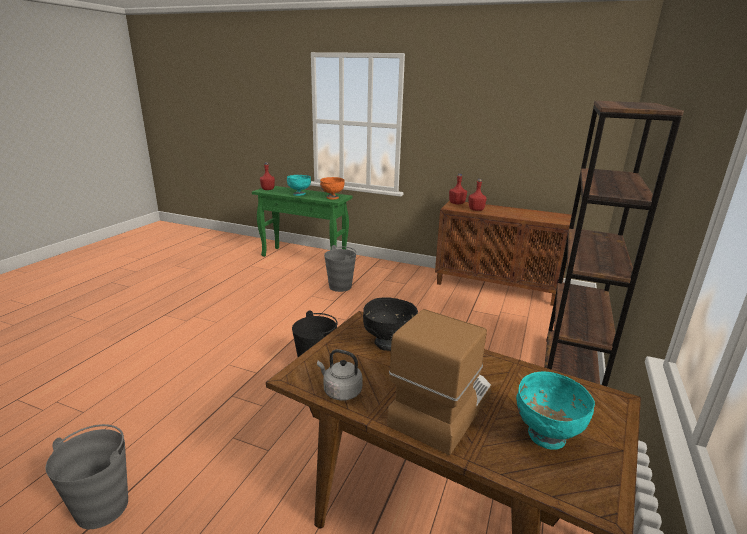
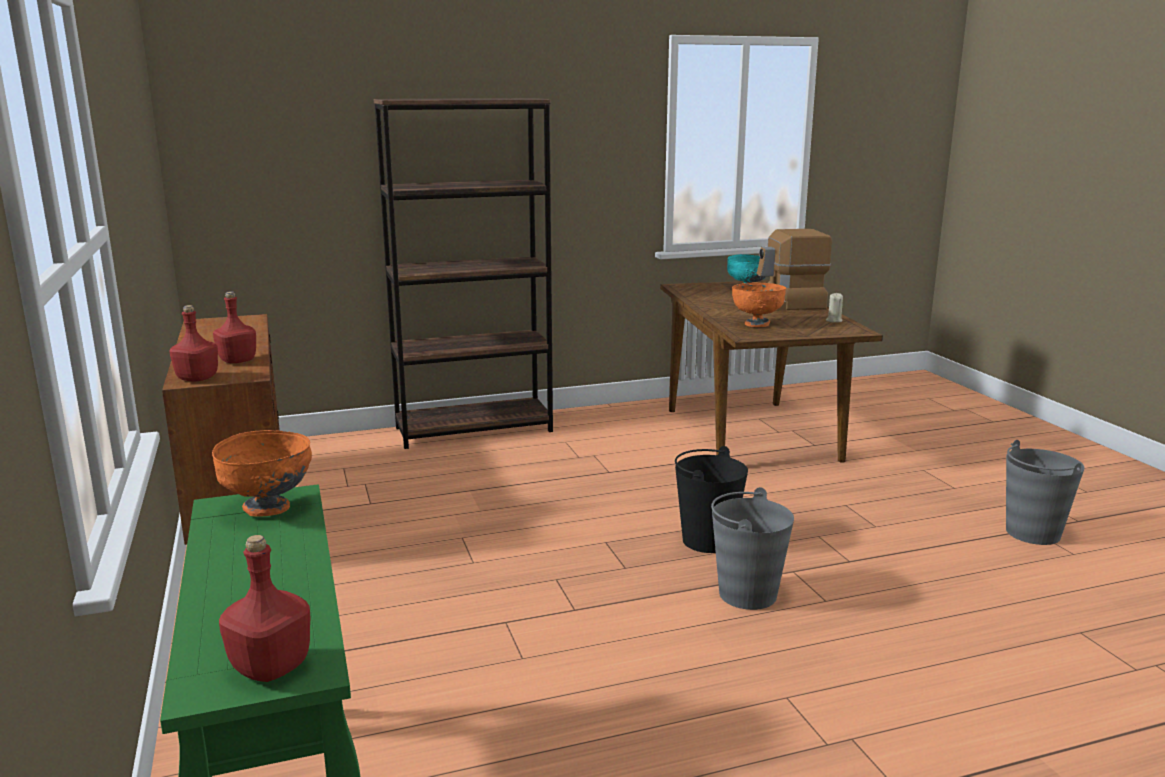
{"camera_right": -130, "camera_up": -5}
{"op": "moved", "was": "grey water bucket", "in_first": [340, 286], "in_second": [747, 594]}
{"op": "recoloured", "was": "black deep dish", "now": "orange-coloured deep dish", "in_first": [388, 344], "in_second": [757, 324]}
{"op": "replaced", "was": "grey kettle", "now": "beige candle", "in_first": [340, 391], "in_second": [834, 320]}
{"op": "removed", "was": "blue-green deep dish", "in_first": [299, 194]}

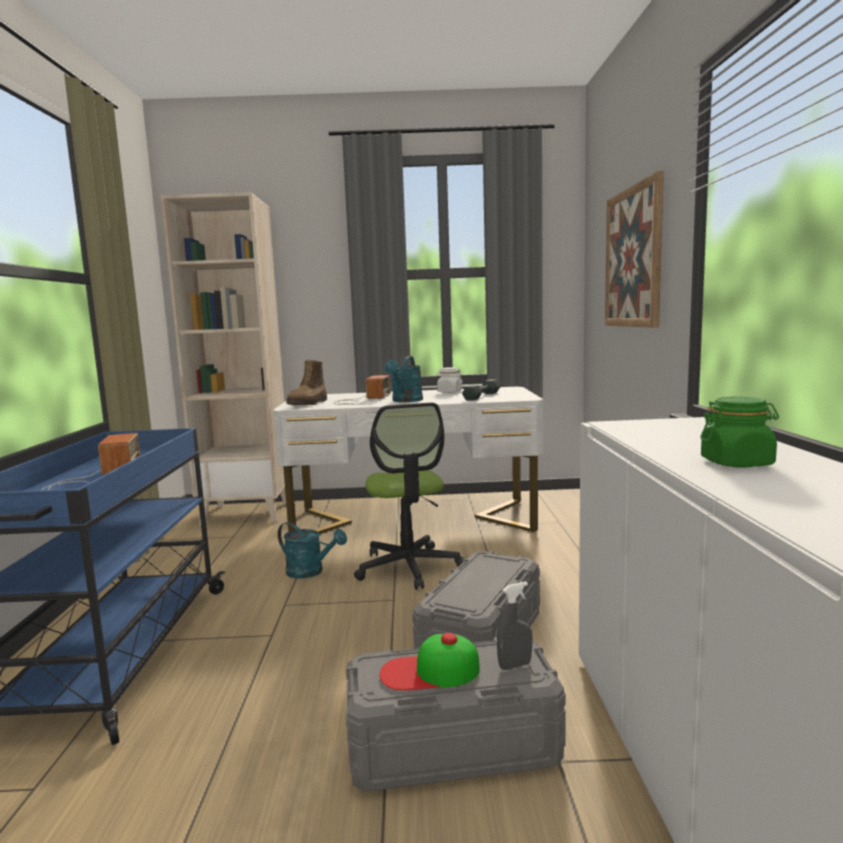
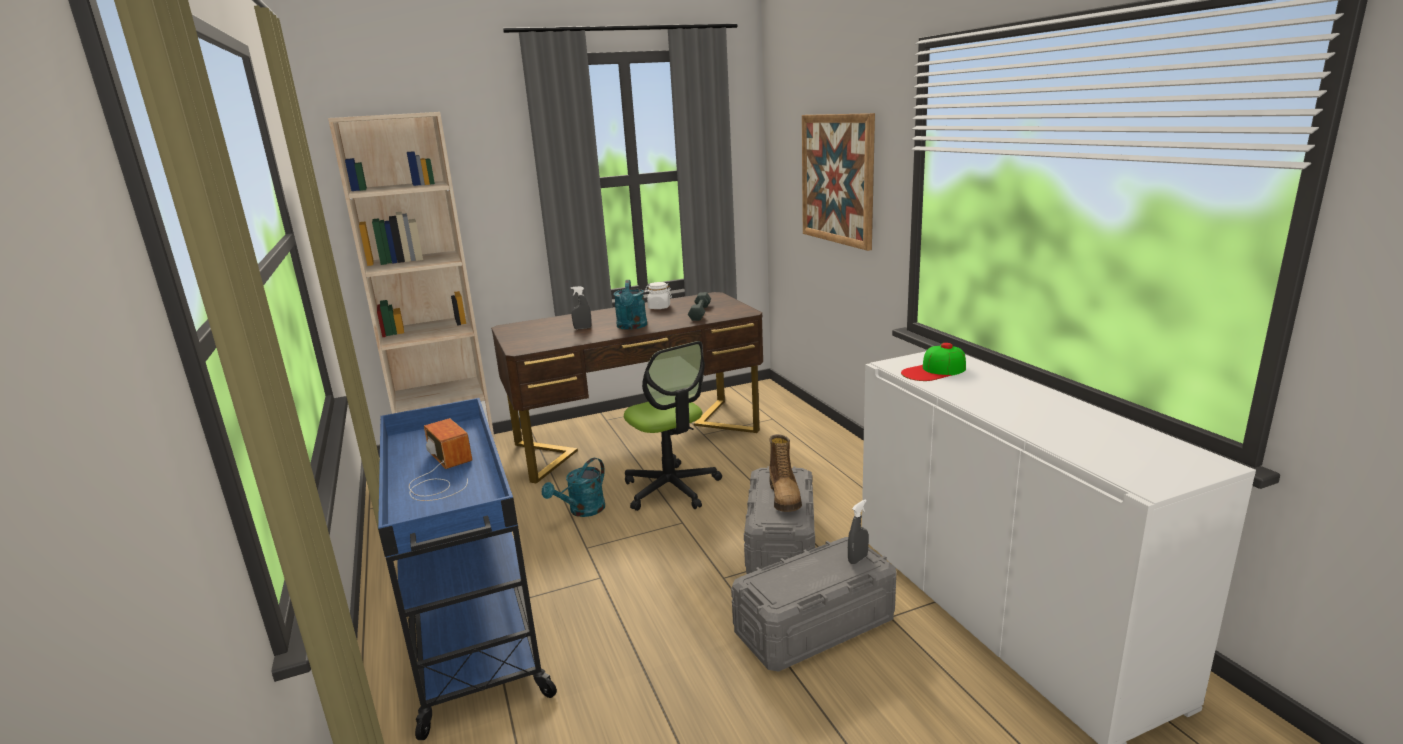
{"camera_right": -20, "camera_up": 10}
{"op": "recoloured", "was": "whitish desk", "now": "brownish desk", "in_first": [413, 520], "in_second": [637, 438]}
{"op": "turned", "was": "blue-green watering pot", "in_first": [310, 572], "in_second": [582, 511], "clockwise": 120}
{"op": "replaced", "was": "radio", "now": "grey spray bottle", "in_first": [362, 399], "in_second": [582, 328]}
{"op": "moved", "was": "boot", "in_first": [309, 404], "in_second": [785, 496]}
{"op": "moved", "was": "cap", "in_first": [429, 672], "in_second": [934, 371]}
{"op": "removed", "was": "green-coloured storage jar", "in_first": [737, 463]}

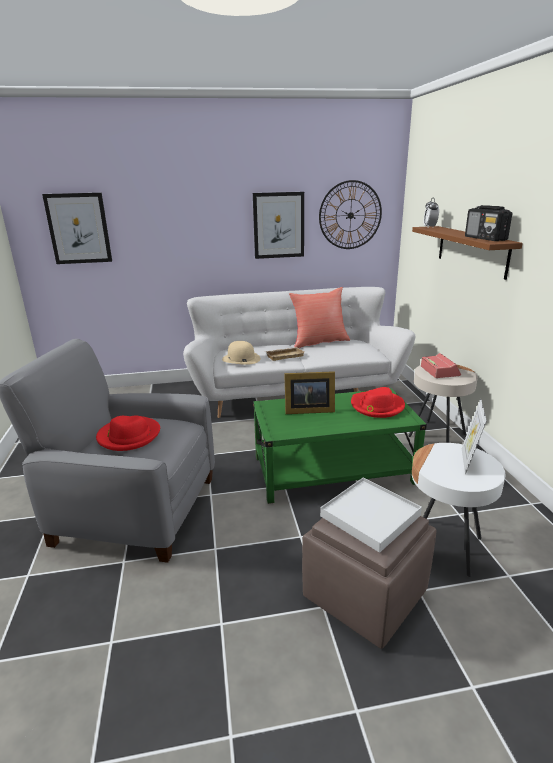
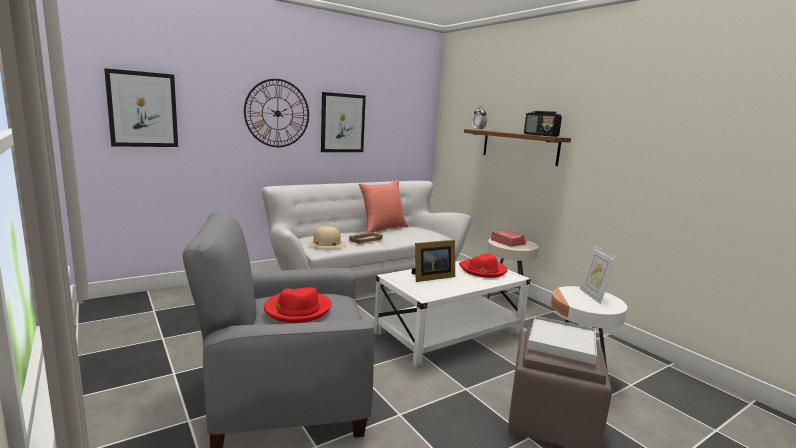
{"camera_right": -25, "camera_up": -10}
{"op": "moved", "was": "wall clock", "in_first": [350, 215], "in_second": [277, 113]}
{"op": "recoloured", "was": "green-coloured low table", "now": "whitish low table", "in_first": [333, 470], "in_second": [449, 334]}

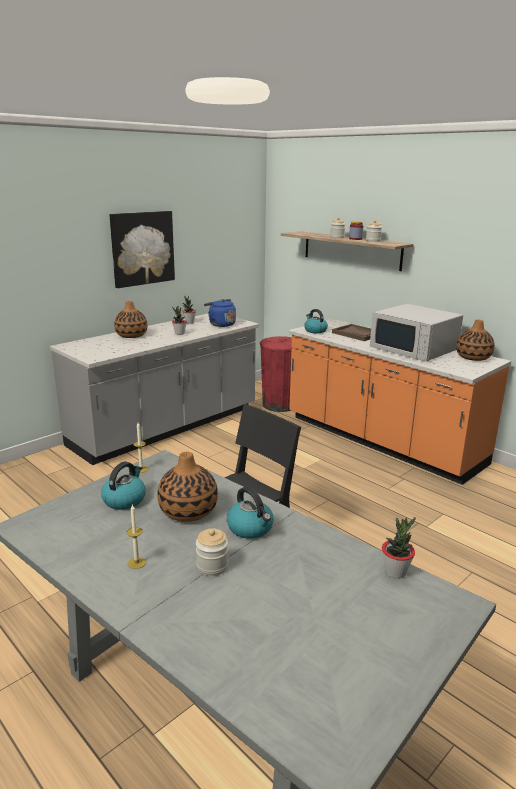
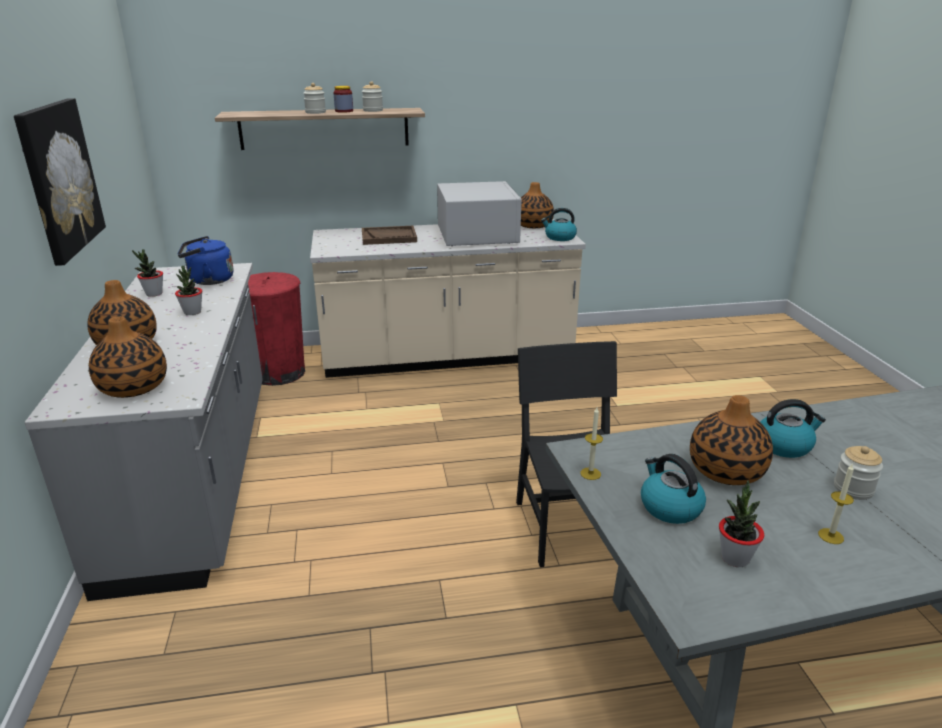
{"camera_right": -55, "camera_up": 5}
{"op": "added", "now": "flower vase", "in_second": [134, 387]}
{"op": "recoloured", "was": "orange-coloured counter", "now": "beige counter", "in_first": [381, 441], "in_second": [447, 356]}
{"op": "turned", "was": "whitish microwave oven", "in_first": [414, 349], "in_second": [477, 234], "clockwise": -90}
{"op": "moved", "was": "kettle", "in_first": [315, 330], "in_second": [559, 237]}
{"op": "moved", "was": "houseplant", "in_first": [395, 572], "in_second": [735, 558]}

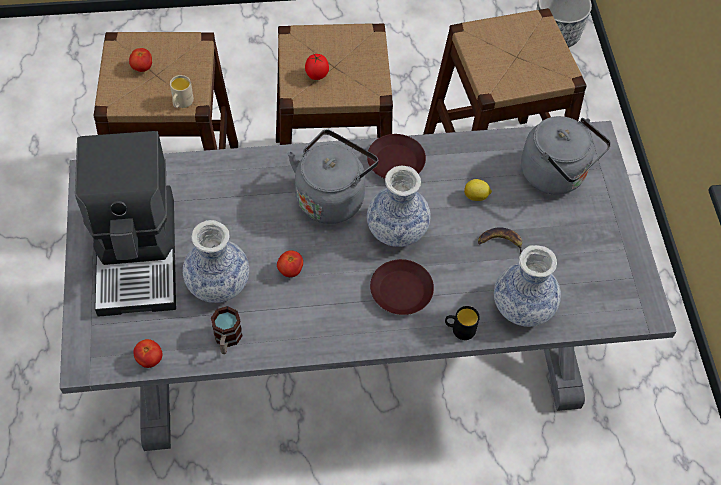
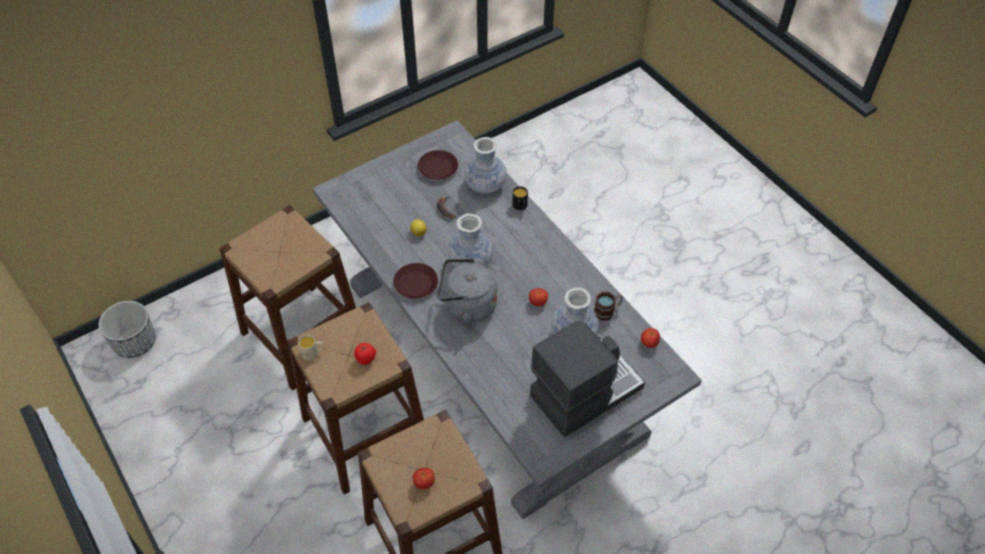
{"camera_right": -115, "camera_up": -5}
{"op": "moved", "was": "beige mug", "in_first": [181, 103], "in_second": [313, 353]}
{"op": "moved", "was": "brownish plate", "in_first": [400, 291], "in_second": [438, 168]}
{"op": "removed", "was": "grey kettle", "in_first": [556, 175]}

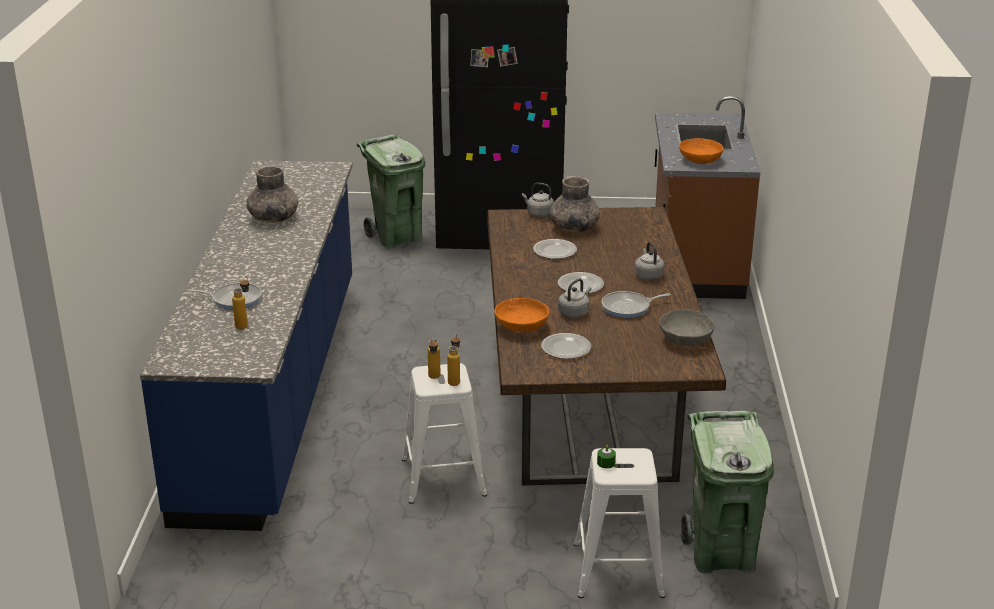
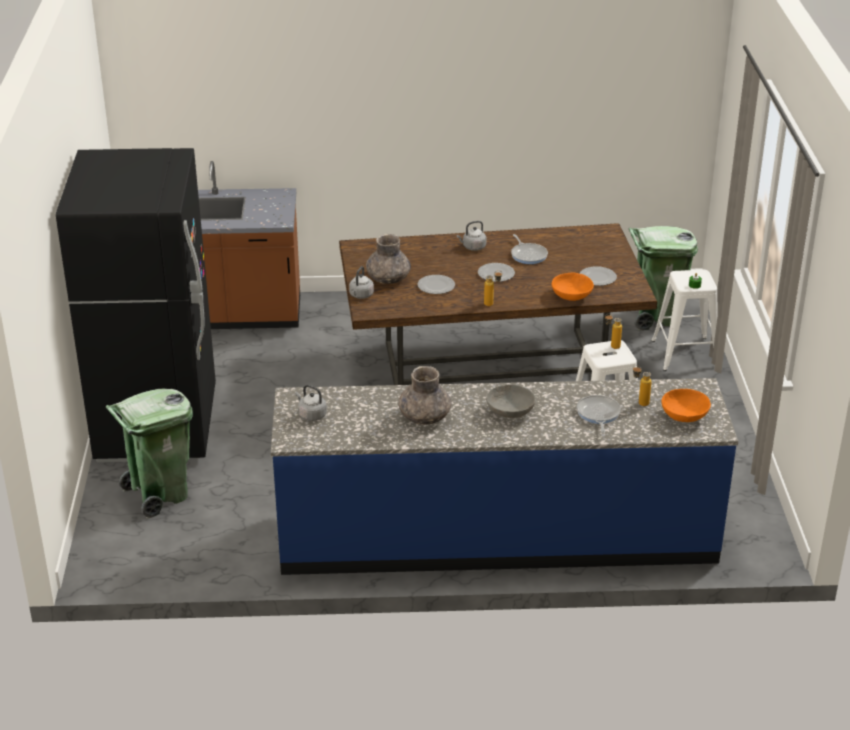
{"camera_right": -95, "camera_up": 5}
{"op": "moved", "was": "grey kettle", "in_first": [574, 313], "in_second": [311, 415]}
{"op": "moved", "was": "drink bottle", "in_first": [434, 378], "in_second": [492, 304]}
{"op": "moved", "was": "grey deep dish", "in_first": [686, 339], "in_second": [510, 411]}
{"op": "moved", "was": "orange-coloured deep dish", "in_first": [700, 160], "in_second": [684, 416]}

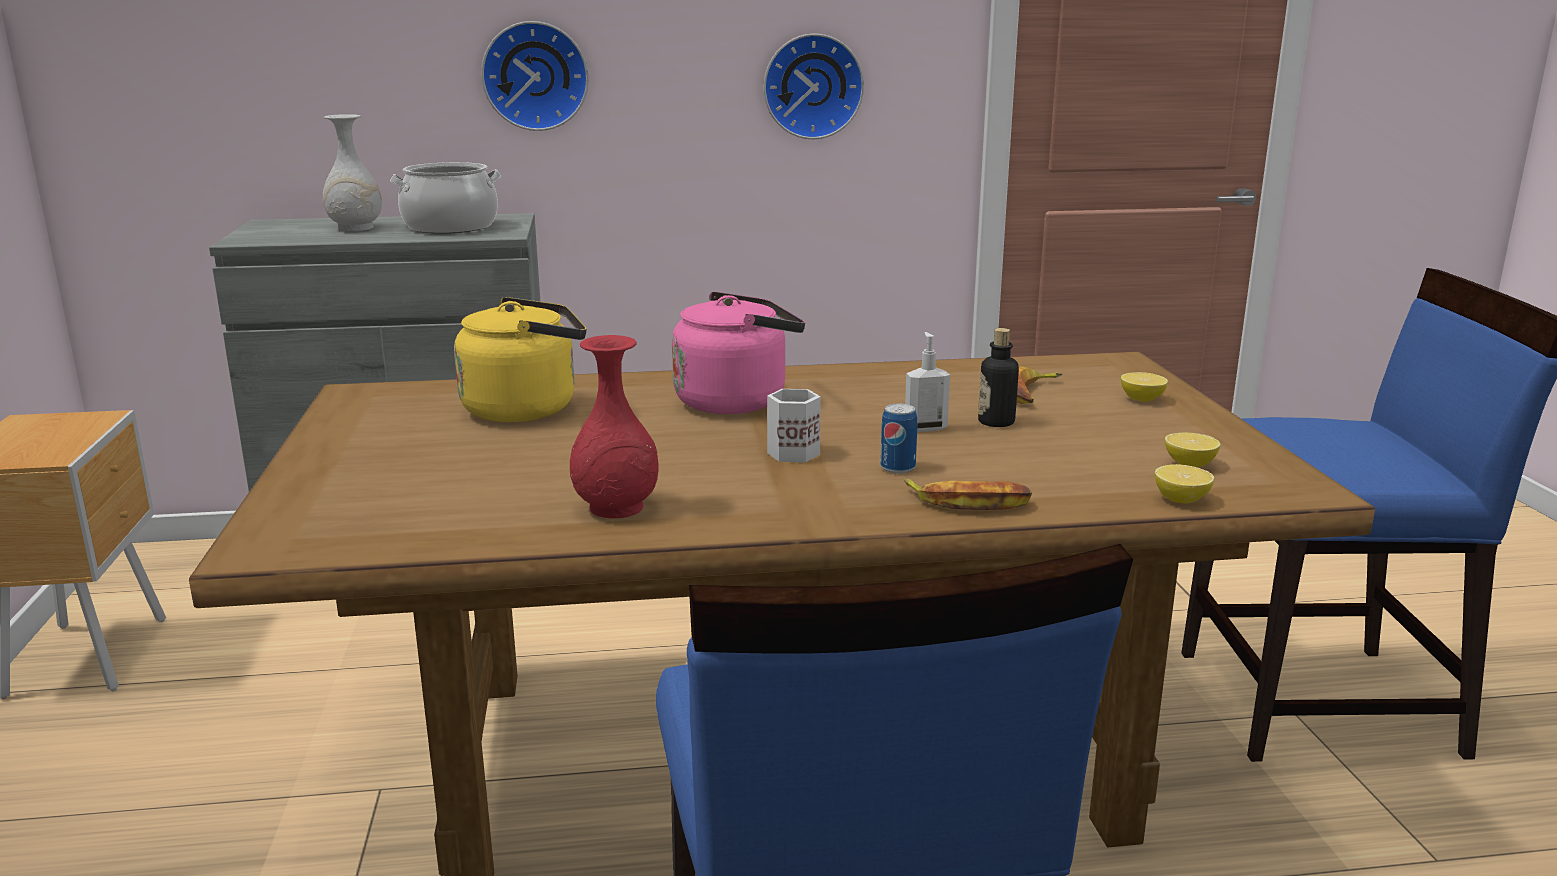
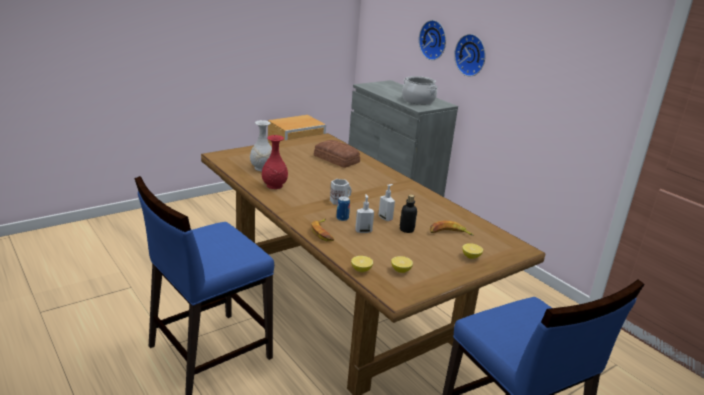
{"camera_right": 60, "camera_up": 5}
{"op": "moved", "was": "whitish flower vase", "in_first": [355, 228], "in_second": [261, 168]}
{"op": "replaced", "was": "yellow kettle", "now": "bakery bread", "in_first": [527, 408], "in_second": [336, 159]}
{"op": "added", "now": "liquid soap bottle", "in_second": [363, 231]}
{"op": "moved", "was": "wall clock", "in_first": [812, 86], "in_second": [434, 40]}
{"op": "removed", "was": "pink kettle", "in_first": [737, 401]}

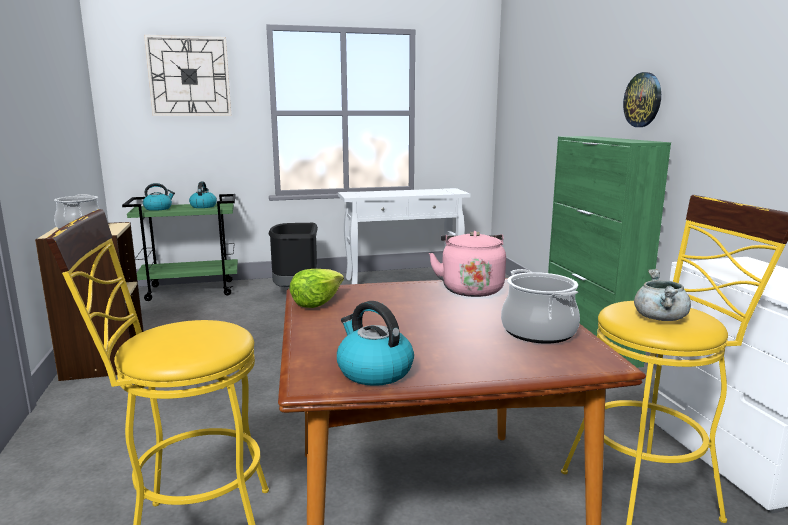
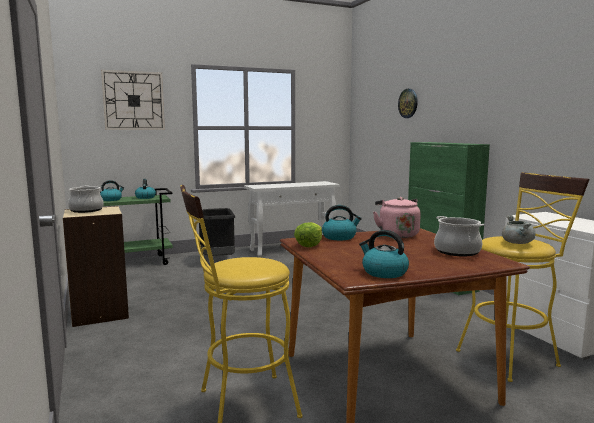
{"camera_right": -10, "camera_up": -5}
{"op": "added", "now": "kettle", "in_second": [339, 237]}
{"op": "moved", "was": "wall clock", "in_first": [643, 100], "in_second": [408, 103]}

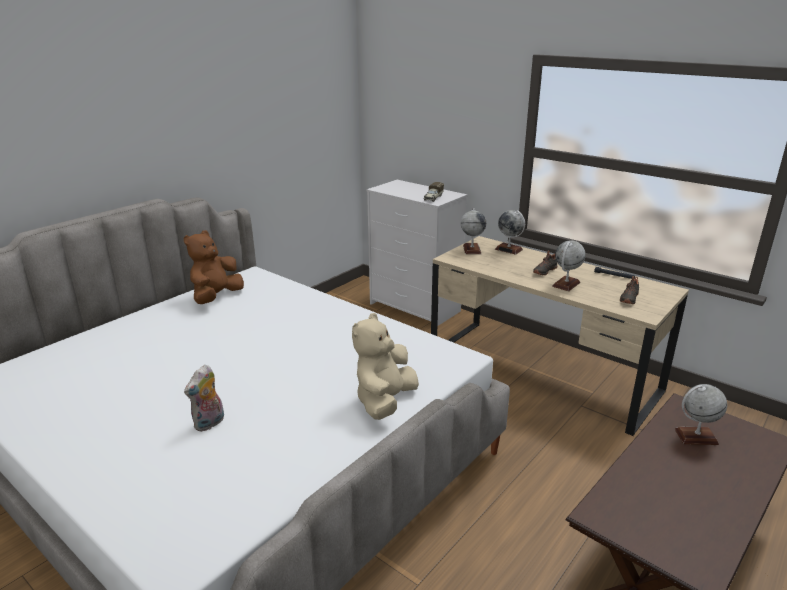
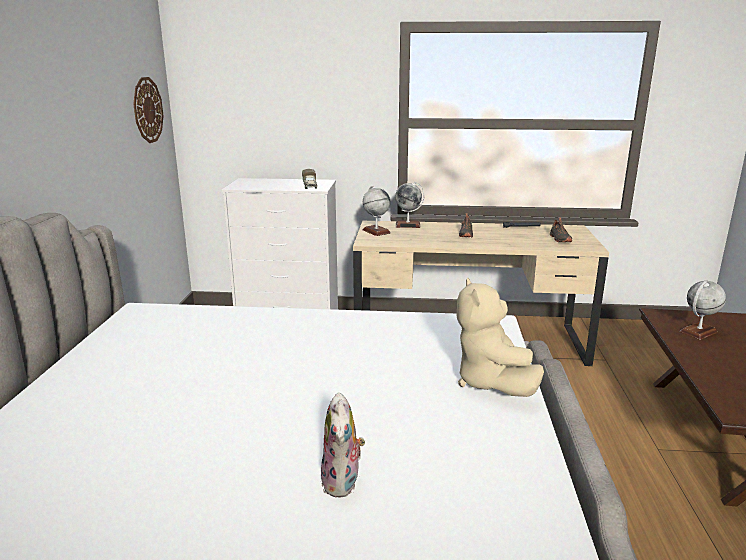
{"camera_right": -35, "camera_up": -5}
{"op": "added", "now": "wall clock", "in_second": [147, 110]}
{"op": "removed", "was": "brownish plush toy", "in_first": [216, 297]}
{"op": "removed", "was": "desk globe", "in_first": [566, 284]}

